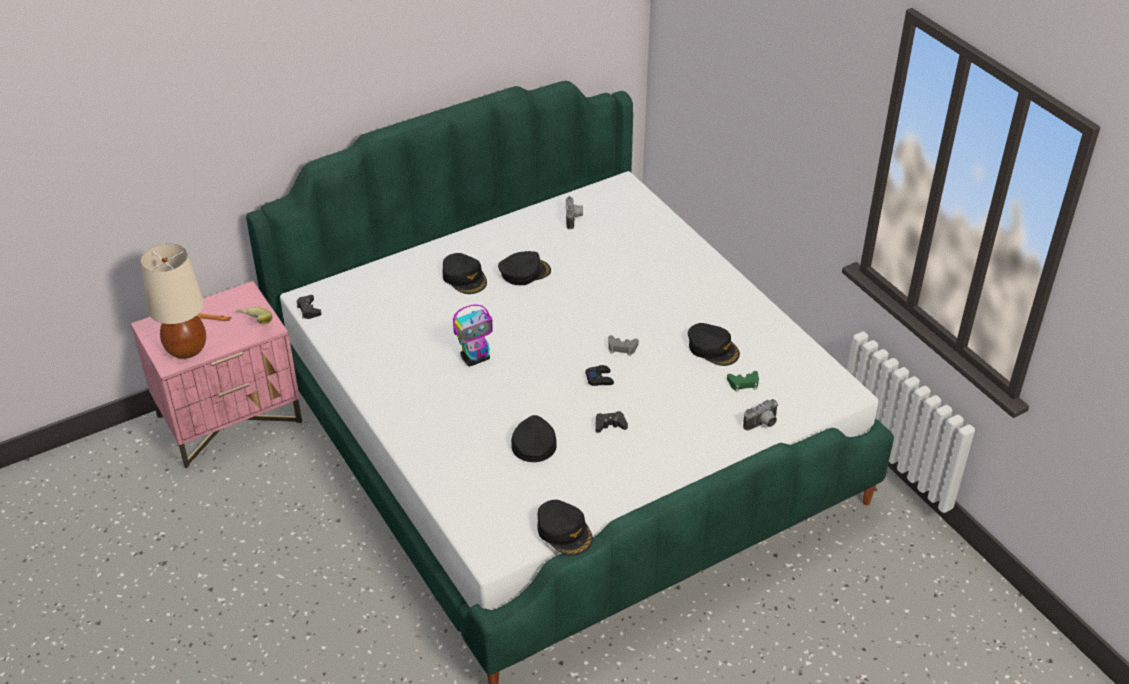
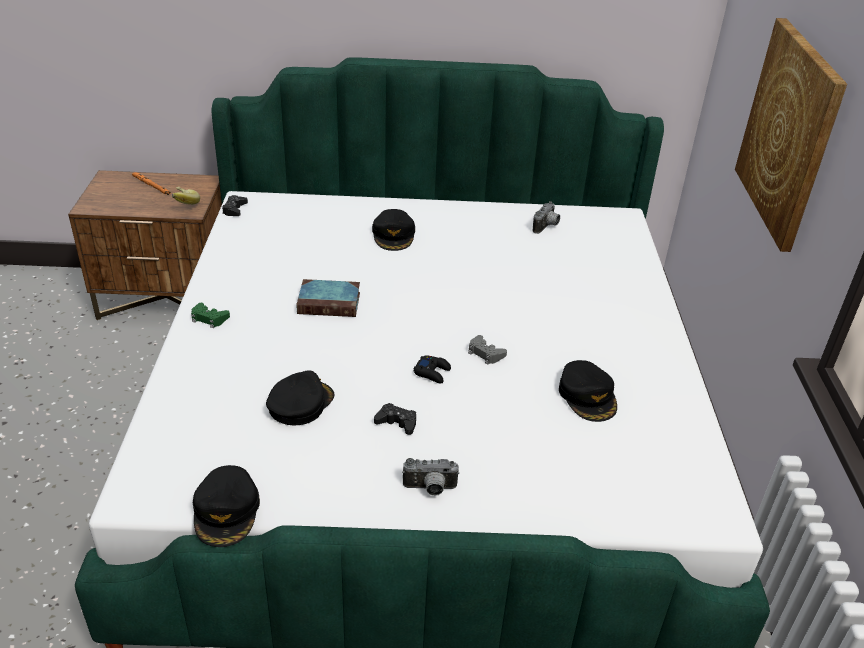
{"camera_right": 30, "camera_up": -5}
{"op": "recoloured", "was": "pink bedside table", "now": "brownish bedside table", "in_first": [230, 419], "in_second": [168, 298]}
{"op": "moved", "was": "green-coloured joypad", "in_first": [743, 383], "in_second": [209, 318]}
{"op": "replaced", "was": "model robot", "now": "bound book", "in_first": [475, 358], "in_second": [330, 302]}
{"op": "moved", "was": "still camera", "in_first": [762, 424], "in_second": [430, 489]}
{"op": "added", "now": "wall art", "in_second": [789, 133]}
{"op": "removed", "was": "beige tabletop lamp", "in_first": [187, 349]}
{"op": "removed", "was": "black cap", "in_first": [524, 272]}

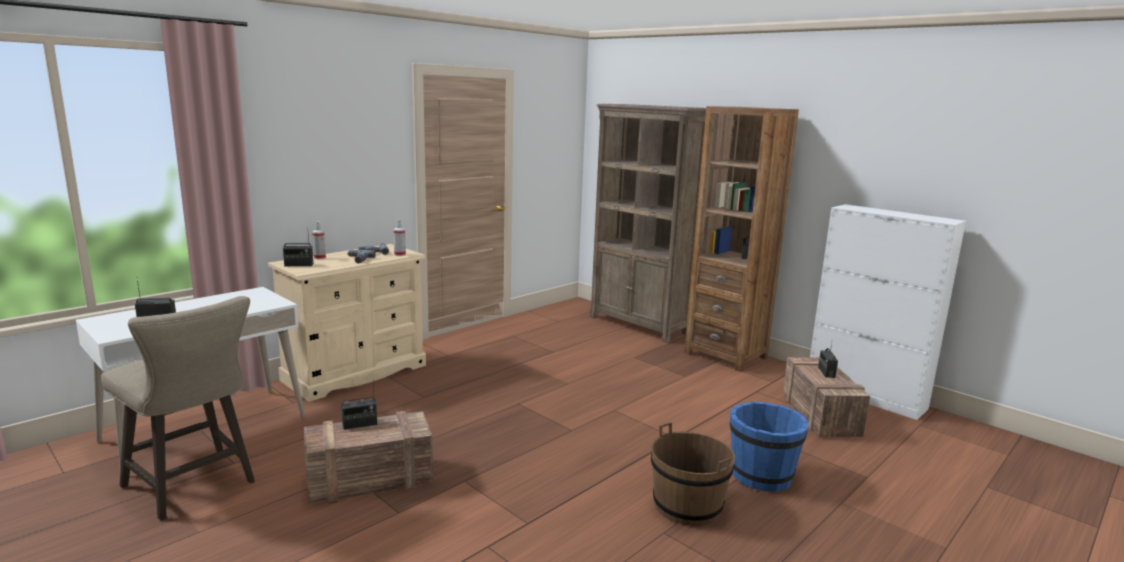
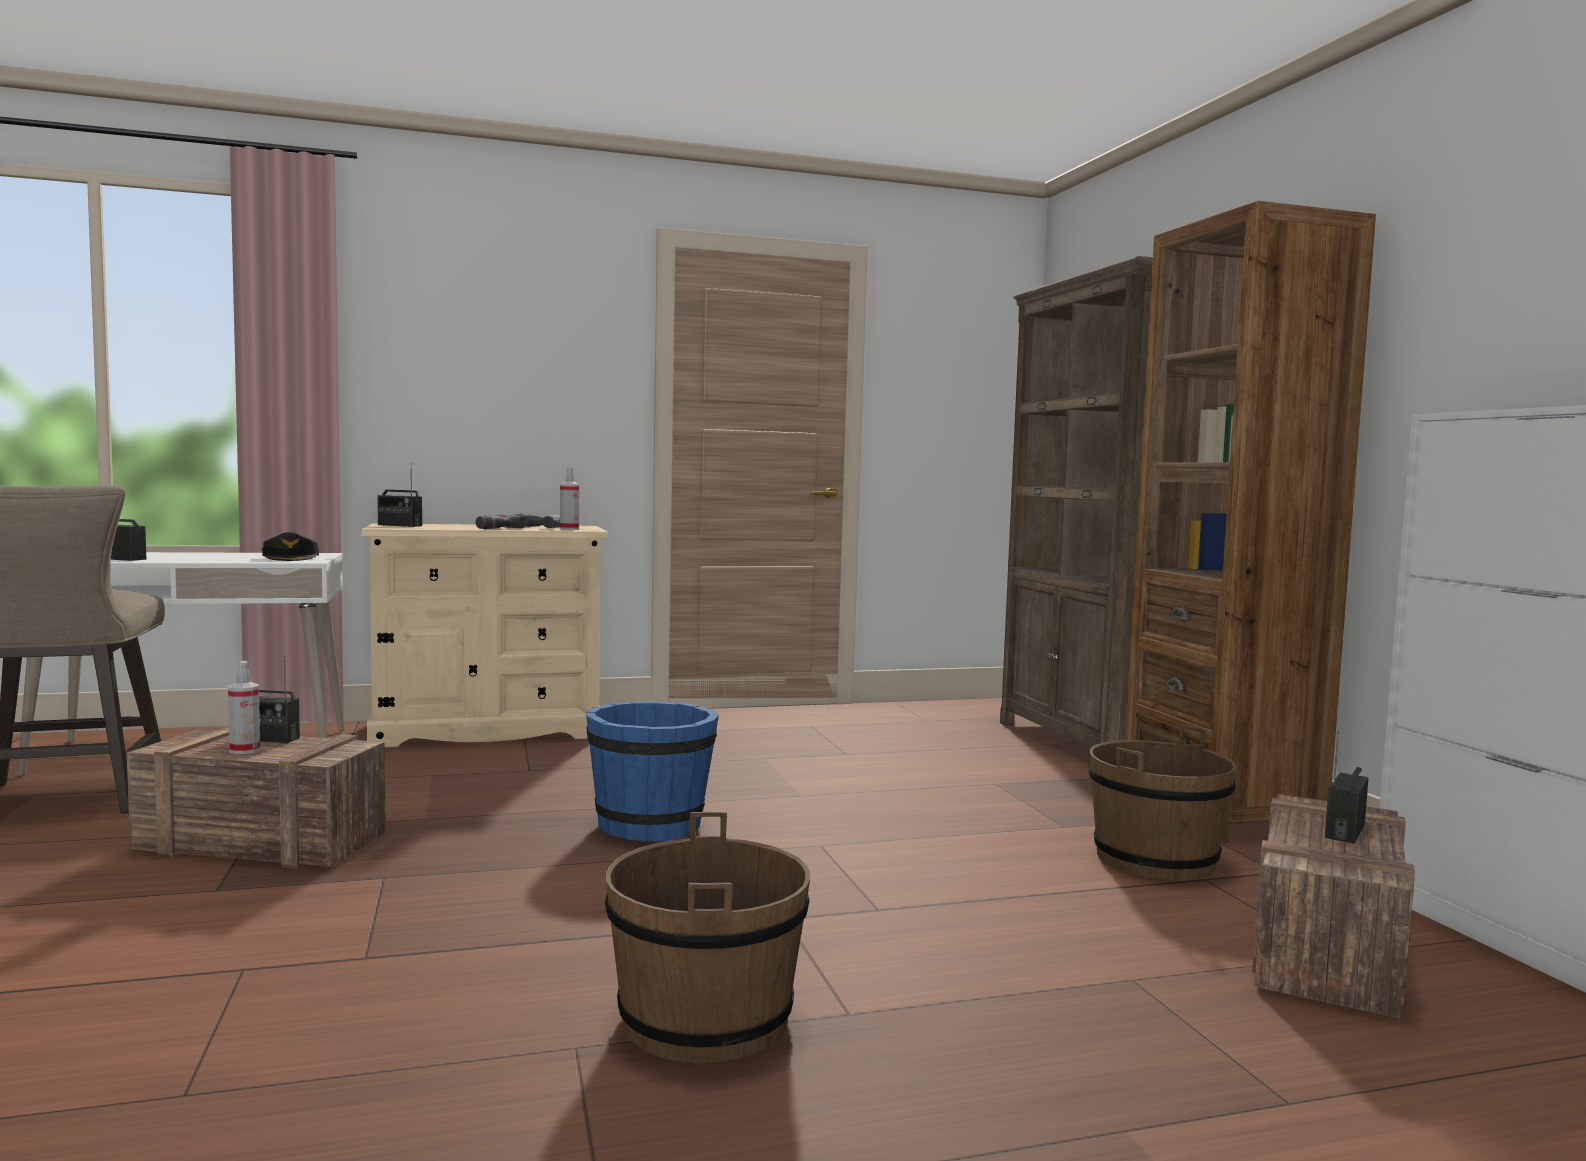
{"camera_right": 30, "camera_up": -10}
{"op": "moved", "was": "spray bottle", "in_first": [320, 258], "in_second": [245, 750]}
{"op": "added", "now": "black cap", "in_second": [291, 557]}
{"op": "moved", "was": "blue-coloured water bucket", "in_first": [761, 476], "in_second": [651, 825]}
{"op": "added", "now": "brownish water bucket", "in_second": [1155, 860]}

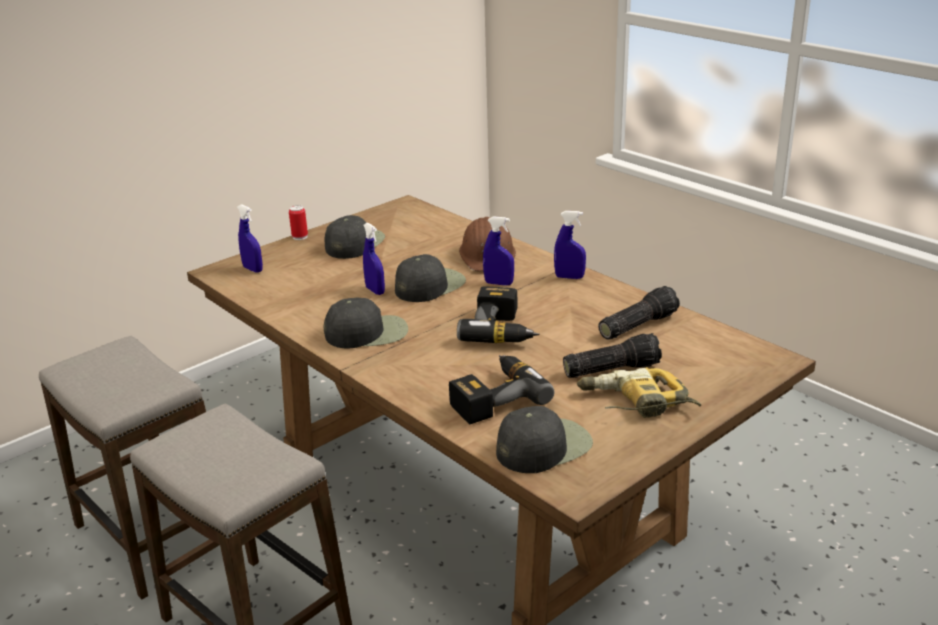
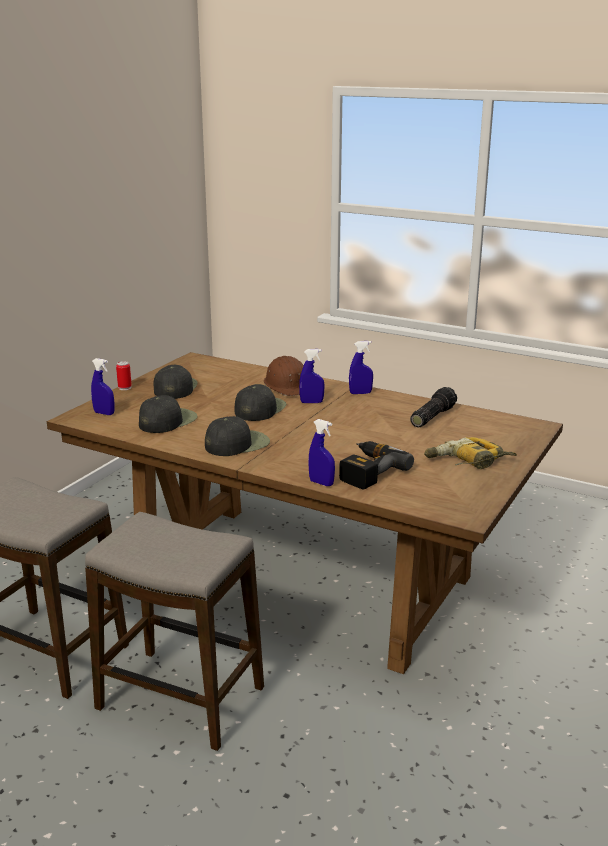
{"camera_right": -20, "camera_up": -5}
{"op": "moved", "was": "black cap", "in_first": [543, 446], "in_second": [167, 421]}
{"op": "moved", "was": "blue-coloured spray bottle", "in_first": [375, 290], "in_second": [321, 483]}
{"op": "removed", "was": "electric drill", "in_first": [503, 329]}
{"op": "removed", "was": "hand torch", "in_first": [611, 369]}

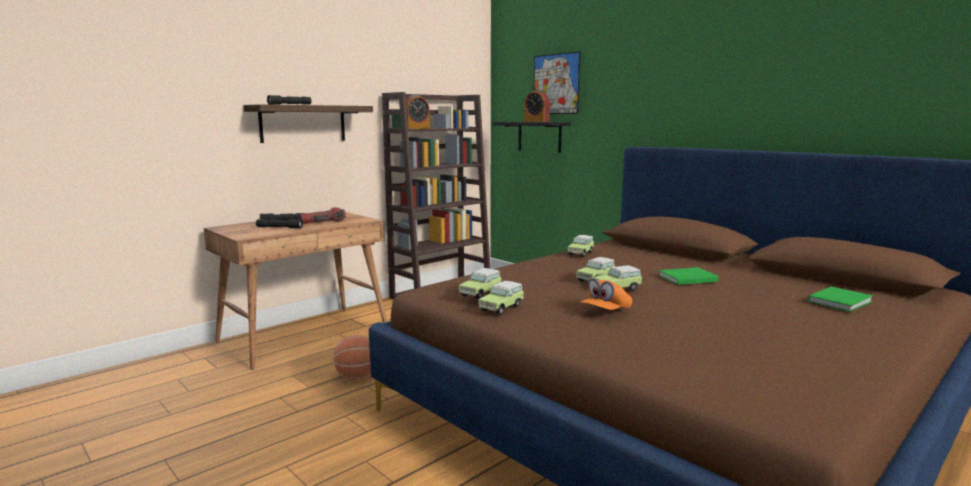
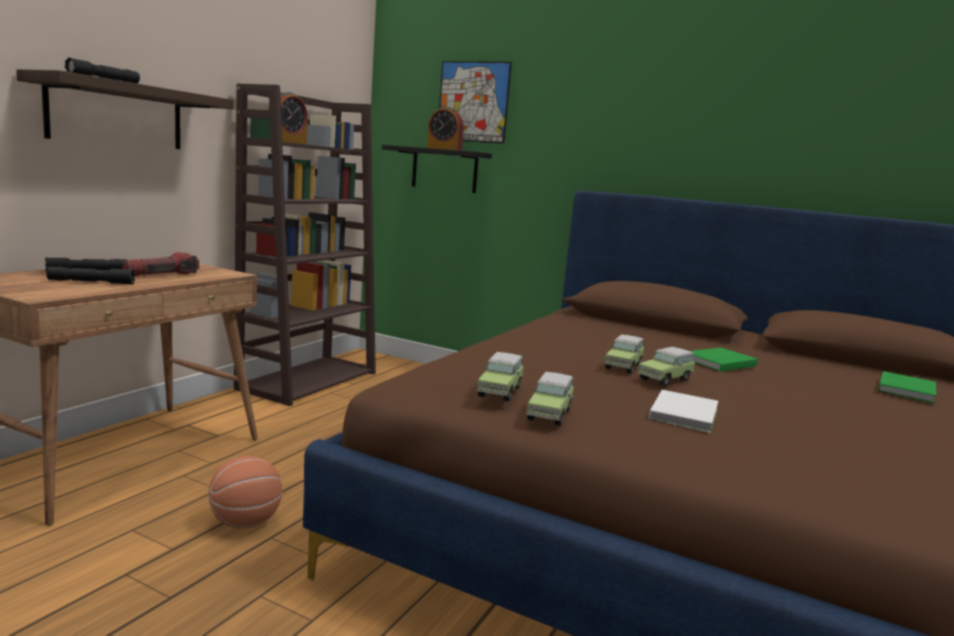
{"camera_right": -20, "camera_up": 0}
{"op": "replaced", "was": "orange-coloured cap", "now": "whitish bound book", "in_first": [605, 312], "in_second": [685, 414]}
{"op": "removed", "was": "toy car", "in_first": [581, 253]}

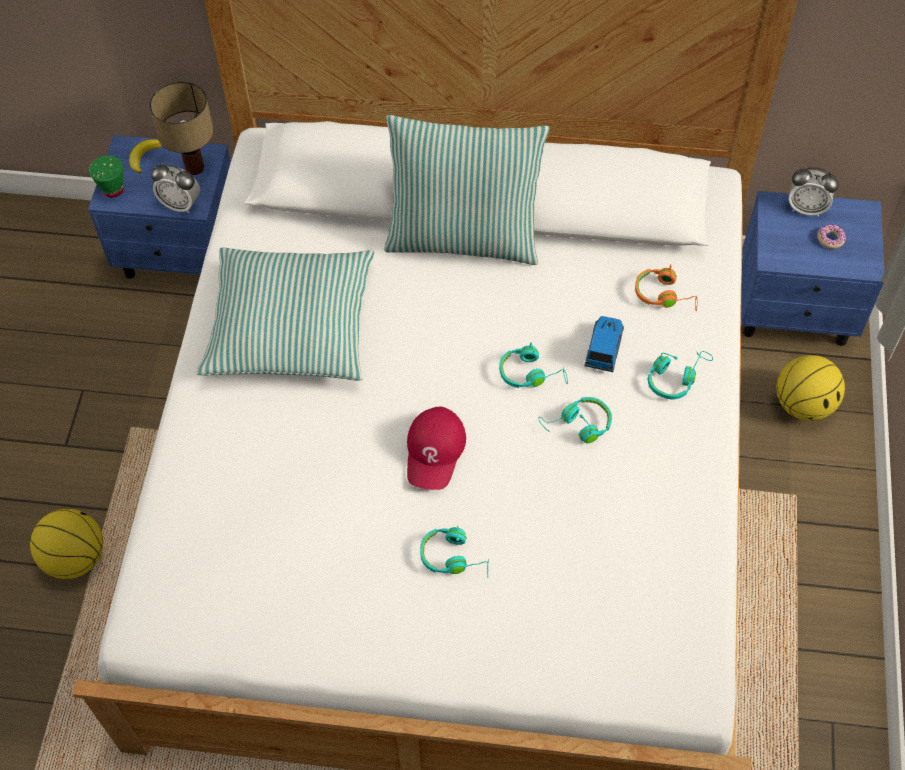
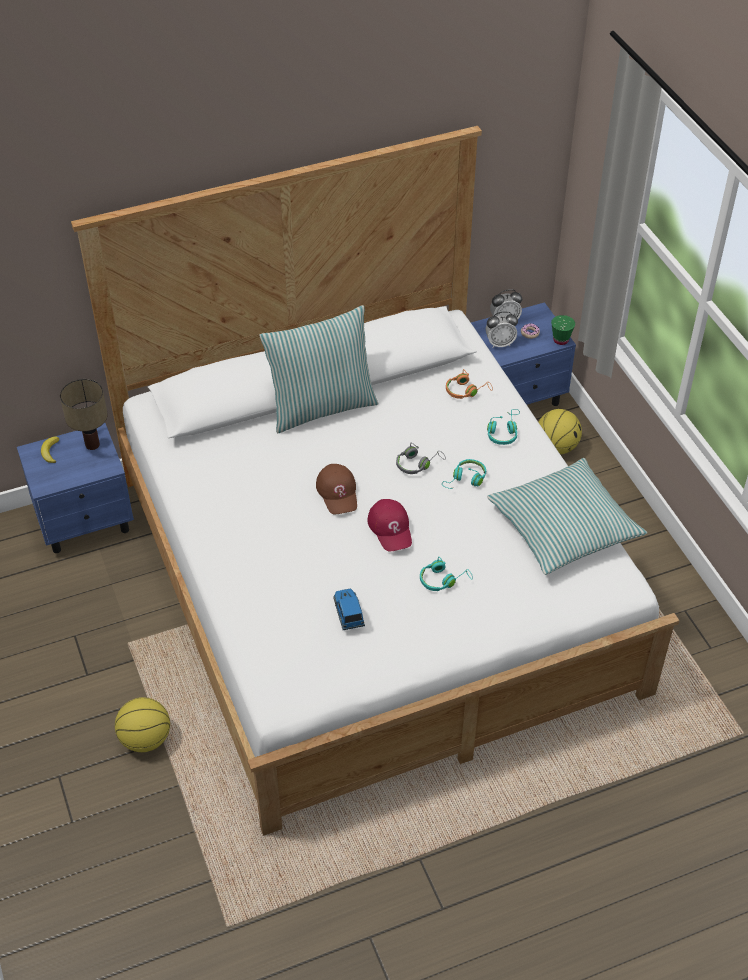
{"camera_right": -30, "camera_up": -10}
{"op": "added", "now": "brownish cap", "in_second": [338, 492]}
{"op": "moved", "was": "toy car", "in_first": [604, 348], "in_second": [348, 613]}
{"op": "recoloured", "was": "blue-green headphones", "now": "grey headphones", "in_first": [531, 373], "in_second": [417, 464]}
{"op": "moved", "was": "bedside clock", "in_first": [180, 204], "in_second": [500, 343]}
{"op": "moved", "was": "cushion", "in_first": [290, 326], "in_second": [563, 526]}
{"op": "moved", "was": "green-coloured small cup", "in_first": [113, 189], "in_second": [561, 340]}

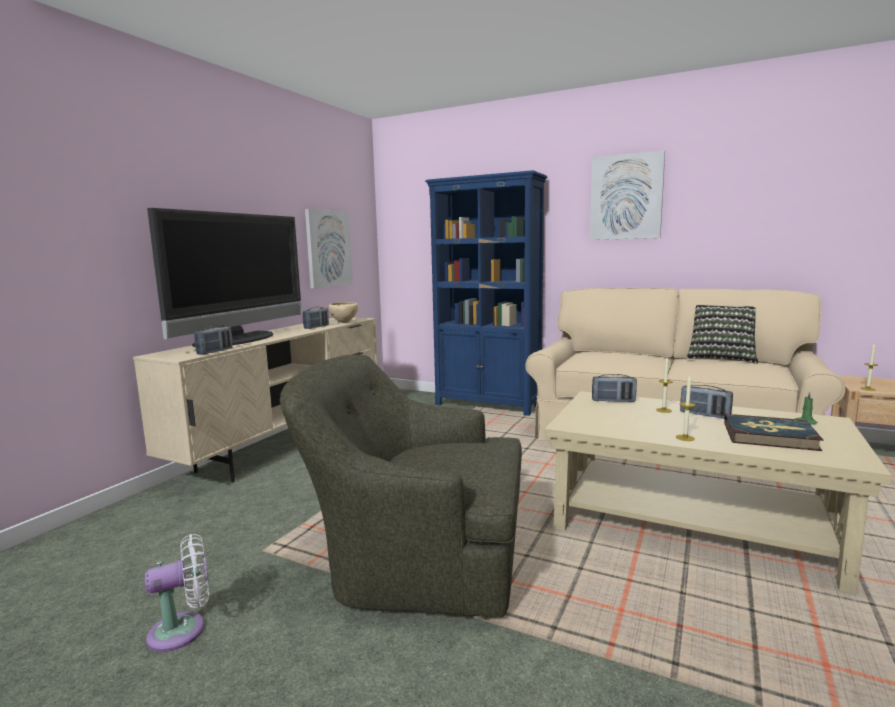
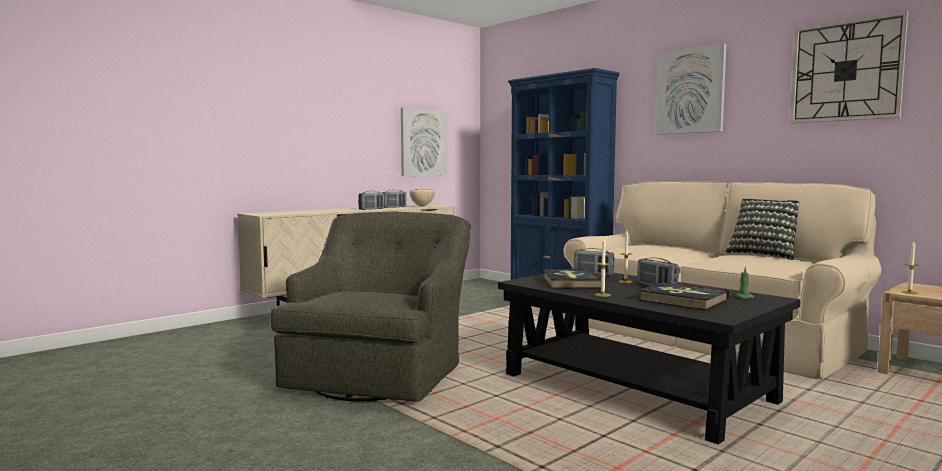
{"camera_right": 20, "camera_up": -5}
{"op": "turned", "was": "green-coloured armchair", "in_first": [414, 557], "in_second": [380, 373], "clockwise": 75}
{"op": "moved", "was": "radio", "in_first": [215, 351], "in_second": [371, 209]}
{"op": "recoloured", "was": "beige low table", "now": "black low table", "in_first": [692, 522], "in_second": [636, 388]}
{"op": "added", "now": "bound book", "in_second": [571, 282]}
{"op": "added", "now": "wall clock", "in_second": [846, 71]}
{"op": "removed", "was": "whitish cooling fan", "in_first": [183, 630]}
{"op": "removed", "was": "TV set", "in_first": [240, 340]}

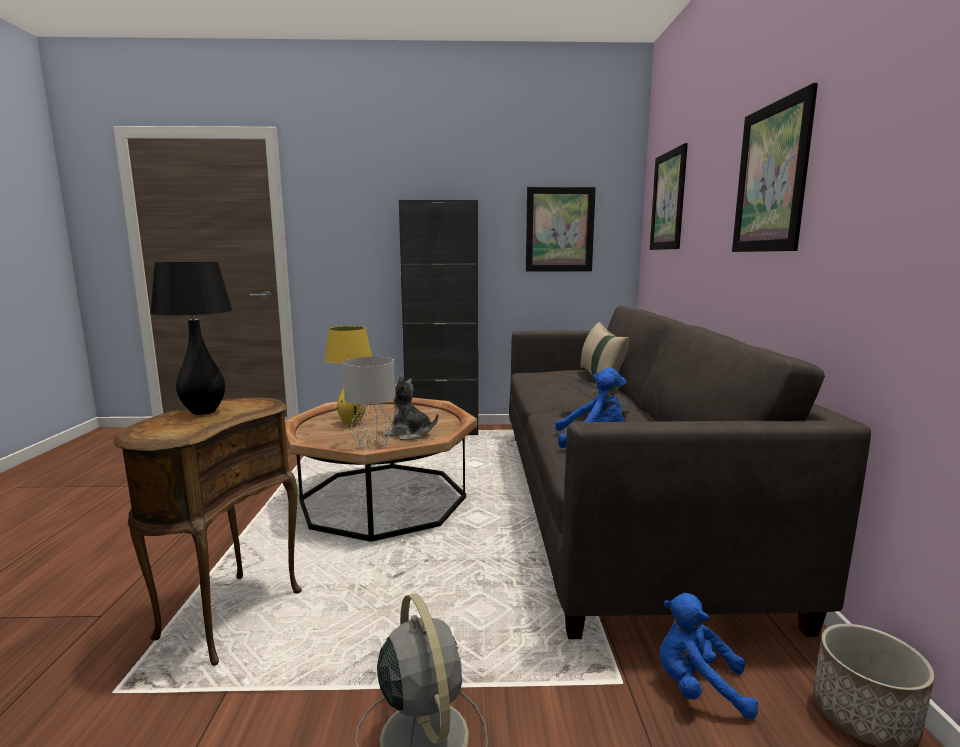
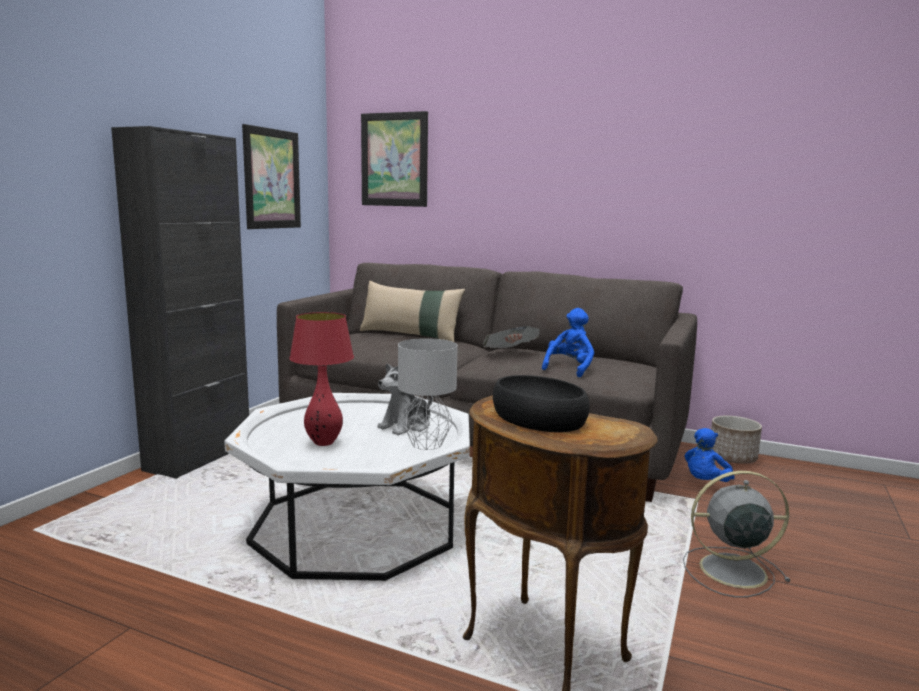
{"camera_right": -65, "camera_up": 0}
{"op": "recoloured", "was": "brownish low table", "now": "whitish low table", "in_first": [383, 499], "in_second": [356, 526]}
{"op": "recoloured", "was": "yellow tabletop lamp", "now": "reddish tabletop lamp", "in_first": [352, 423], "in_second": [324, 443]}
{"op": "replaced", "was": "black tabletop lamp", "now": "black deep dish", "in_first": [203, 412], "in_second": [537, 418]}
{"op": "removed", "was": "wall art", "in_first": [771, 178]}

